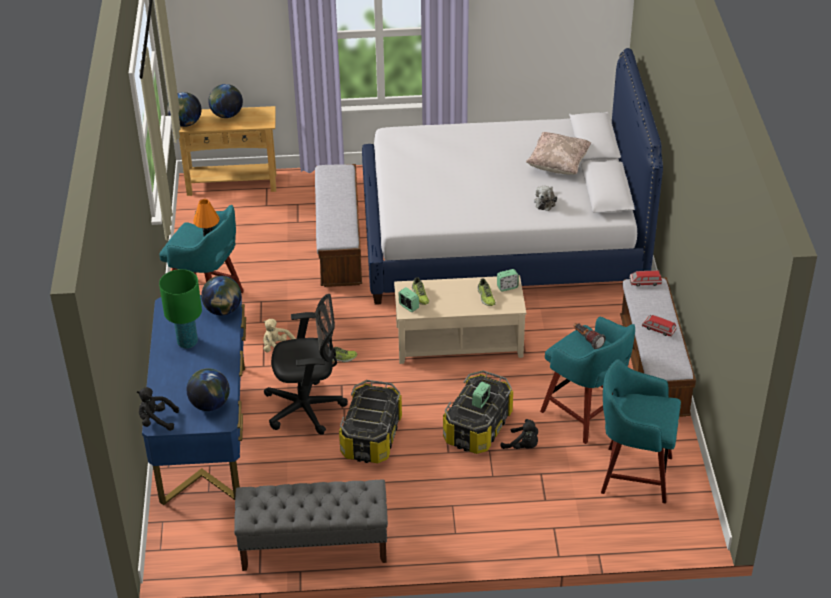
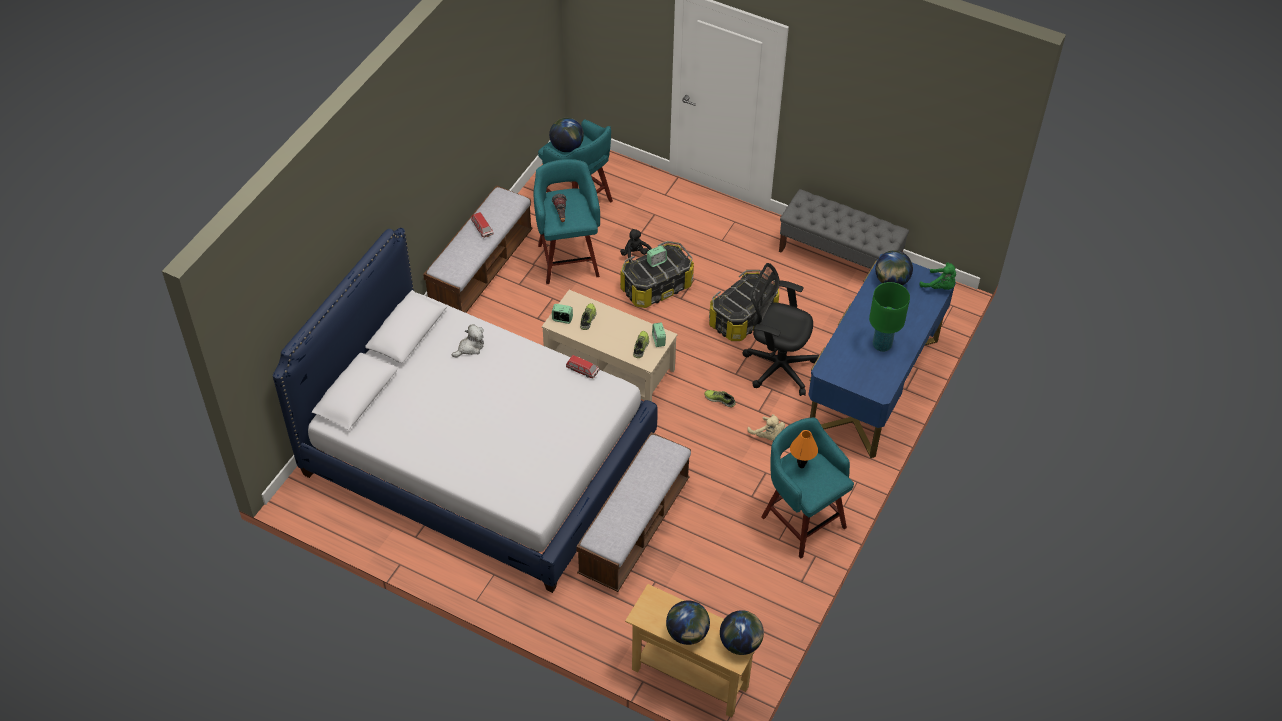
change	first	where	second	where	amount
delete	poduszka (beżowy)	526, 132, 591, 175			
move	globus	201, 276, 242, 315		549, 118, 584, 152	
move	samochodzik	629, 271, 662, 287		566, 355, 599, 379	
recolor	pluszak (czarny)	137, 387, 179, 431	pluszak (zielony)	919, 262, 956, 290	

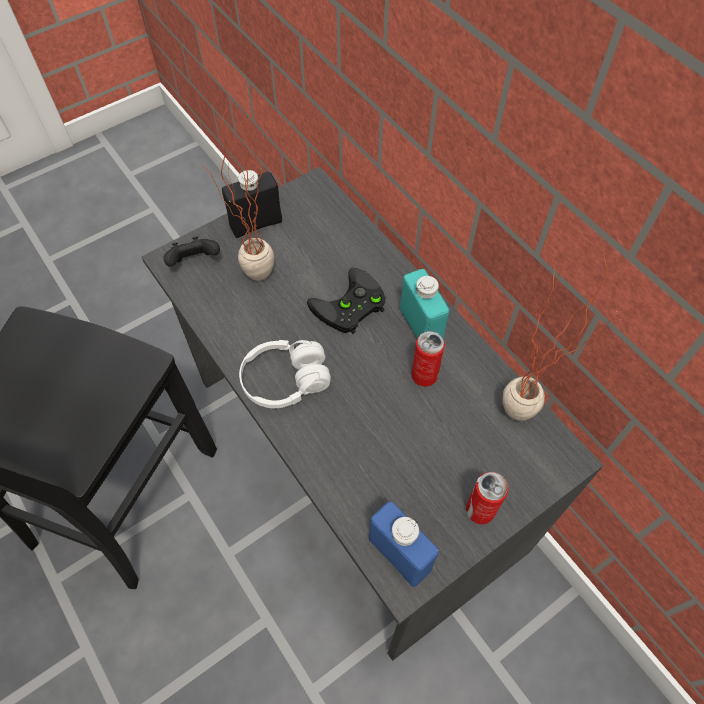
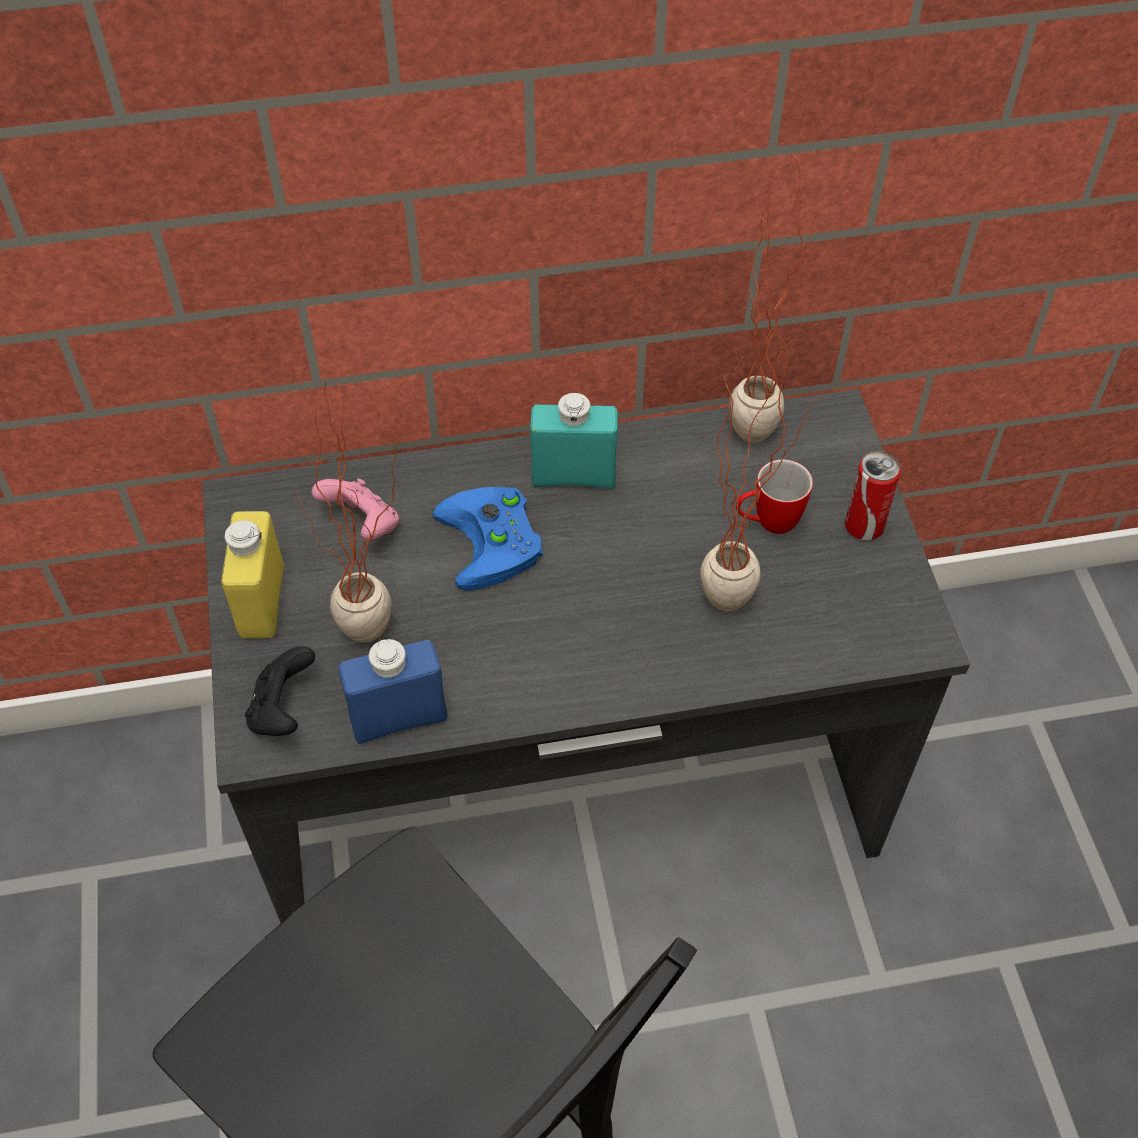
change	first	where	second	where	amount
delete	słuchawki (biały)	239, 340, 331, 408			
delete	puszka	411, 331, 445, 387			
insert			pad do gier (różowy)	312, 479, 399, 540	
insert			roślina doniczkowa	700, 329, 824, 611	
insert			kubek	736, 459, 813, 534	
move	butelka (niebieski)	369, 502, 439, 587		339, 638, 447, 744	
recolor	butelka (czarny)	222, 170, 282, 238	butelka (żółty)	221, 511, 284, 638	
recolor	pad do gier (czarny)	307, 268, 386, 334	pad do gier (niebieski)	432, 487, 543, 591	

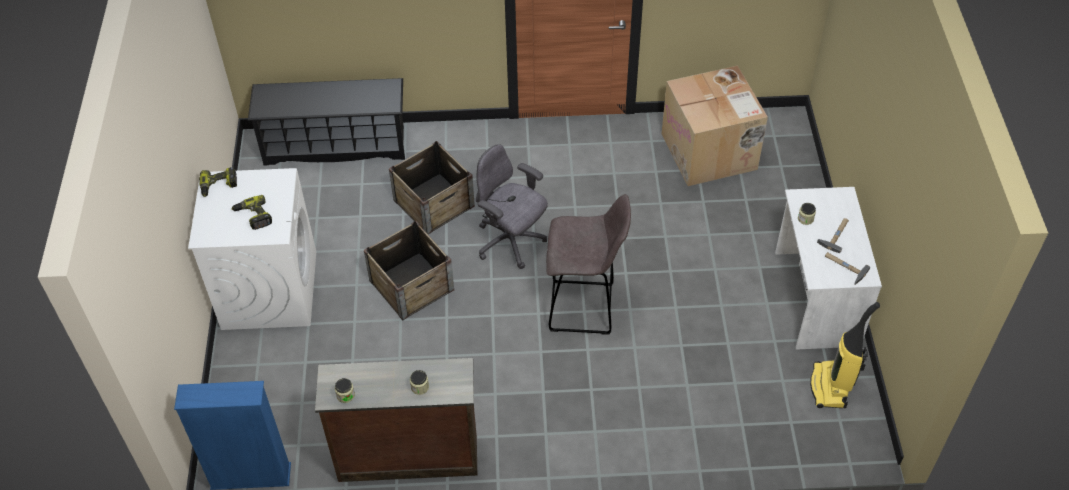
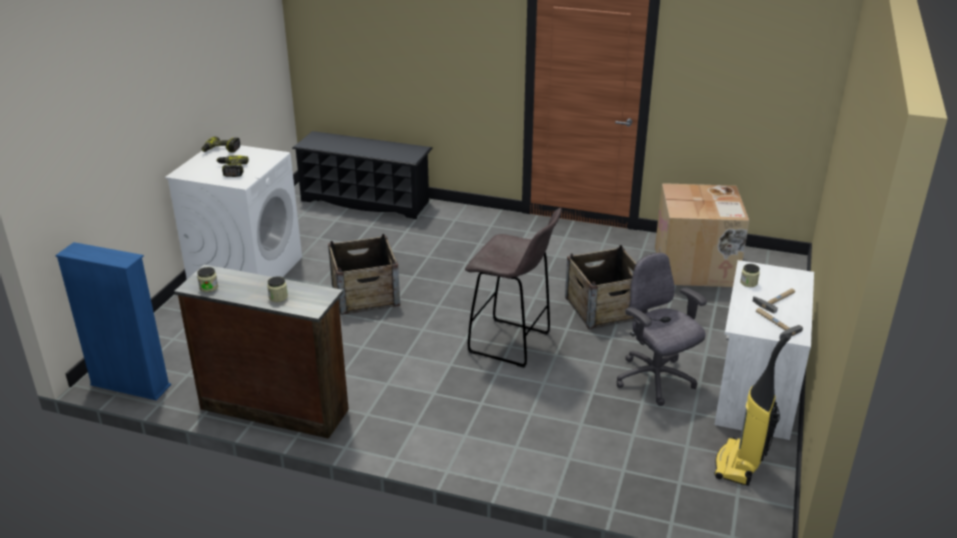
change	first	where	second	where	amount
move	skrzynka	389, 141, 475, 234		565, 245, 636, 329	
move	krzesło biurowe (szary)	476, 144, 548, 269		616, 253, 707, 406	

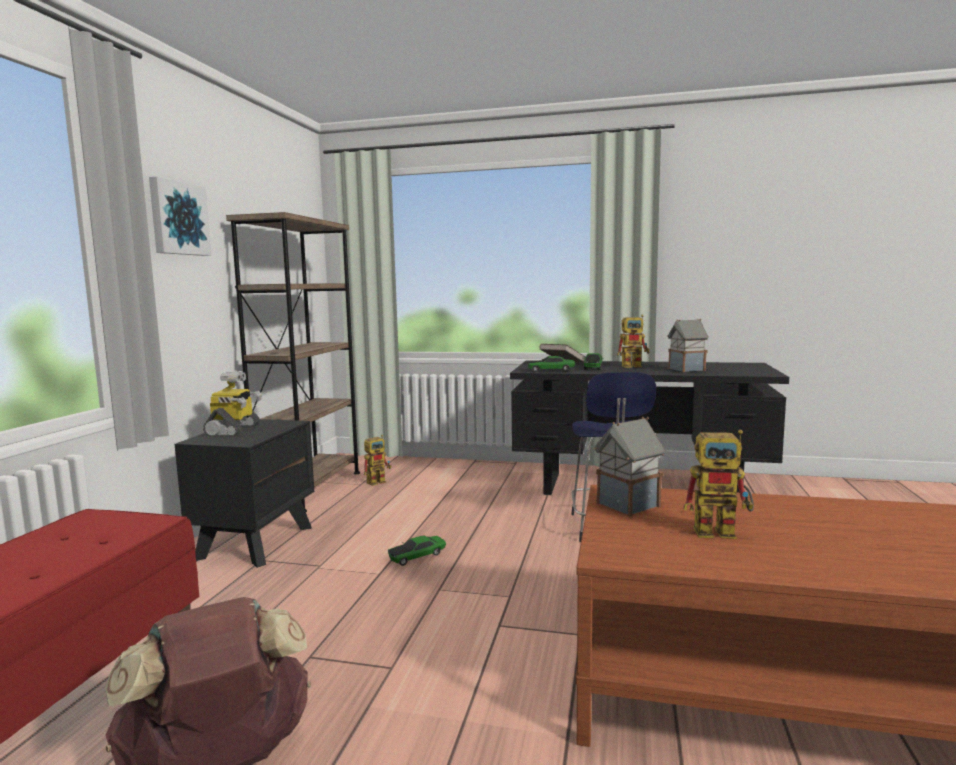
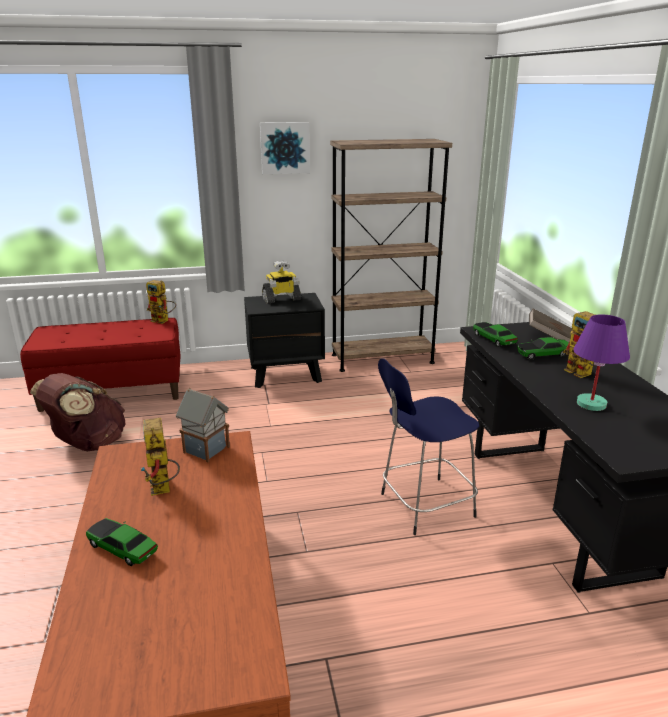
change	first	where	second	where	amount
move	robot zabawkowy	364, 435, 391, 486		146, 280, 176, 324	
move	samochodzik	388, 536, 446, 566		86, 518, 158, 566	
replace	domek	667, 319, 709, 372	lampa stołowa (fioletowy)	573, 314, 630, 411	

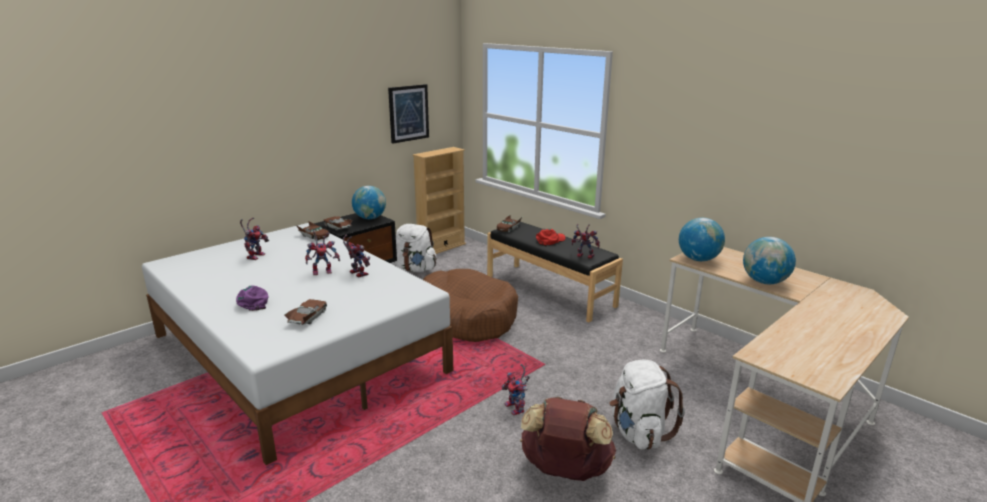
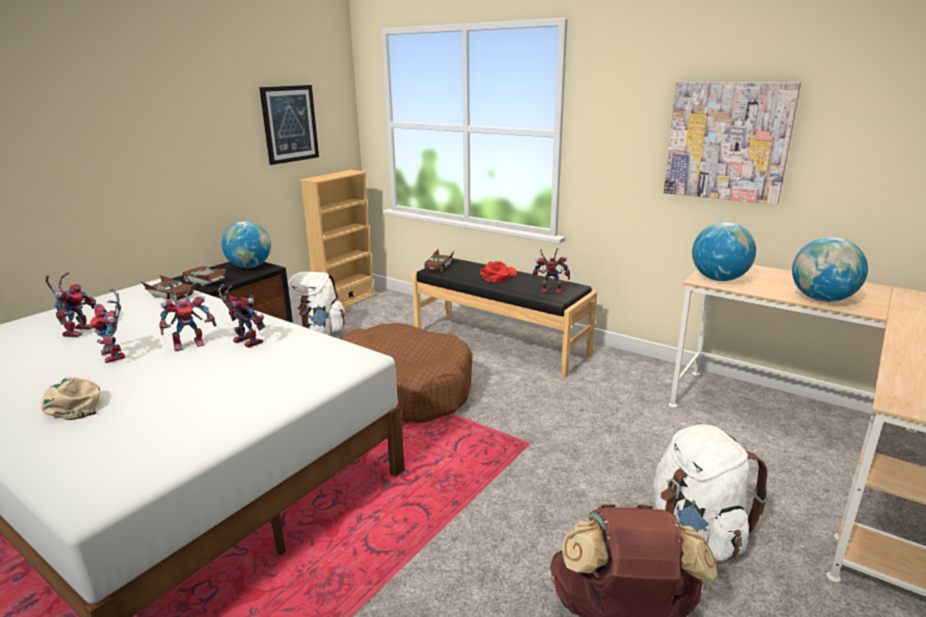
change	first	where	second	where	amount
delete	samochodzik (brązowy)	284, 299, 327, 325			
insert			obraz	664, 82, 801, 205	
move	robot zabawkowy	502, 364, 530, 415		90, 288, 125, 363	
recolor	czapka z daszkiem (fioletowy)	236, 285, 268, 311	czapka z daszkiem (beżowy)	41, 377, 100, 420	

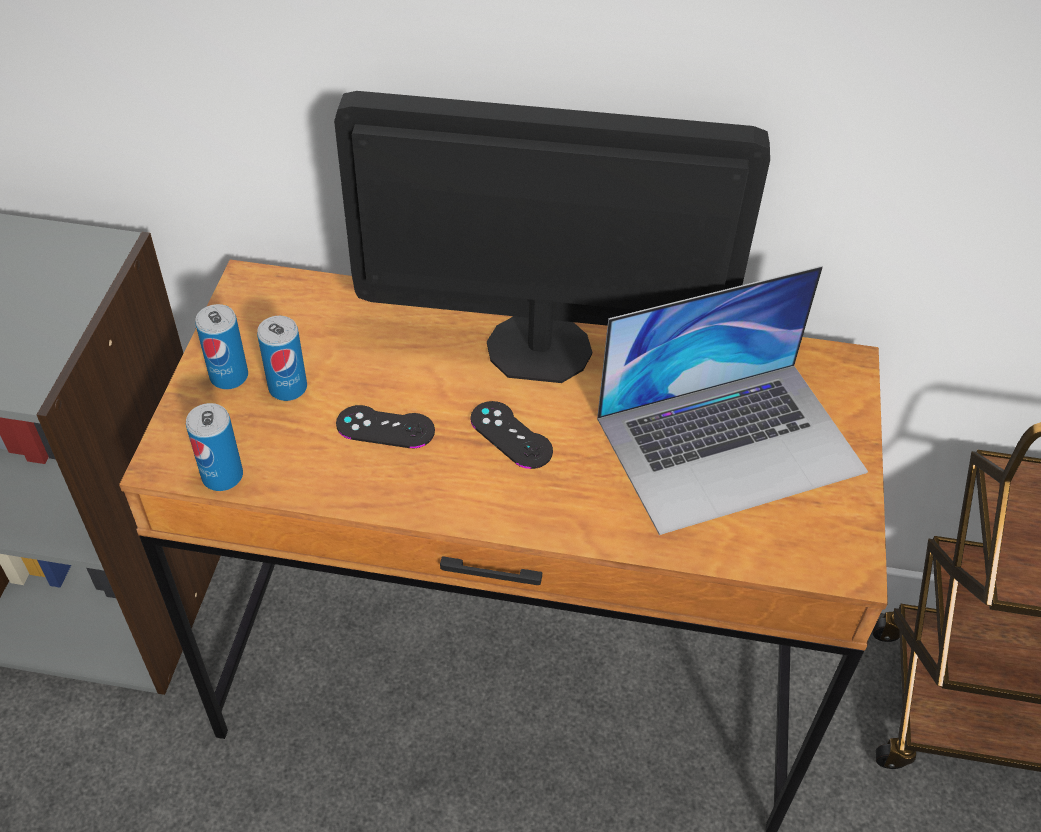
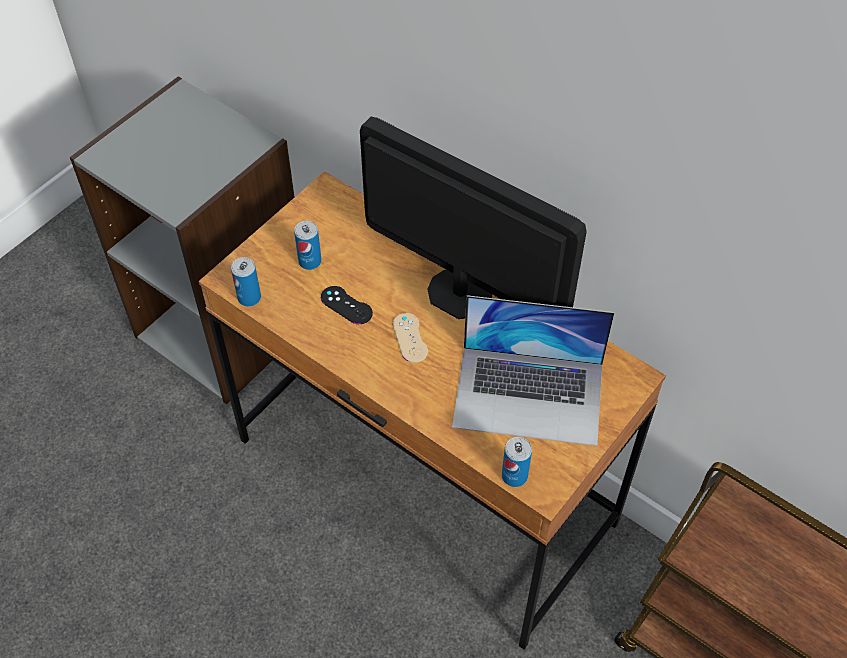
change	first	where	second	where	amount
move	puszka	195, 304, 248, 389		502, 437, 532, 487	
recolor	pad do gier (czarny)	470, 401, 553, 469	pad do gier (beżowy)	393, 313, 428, 363	

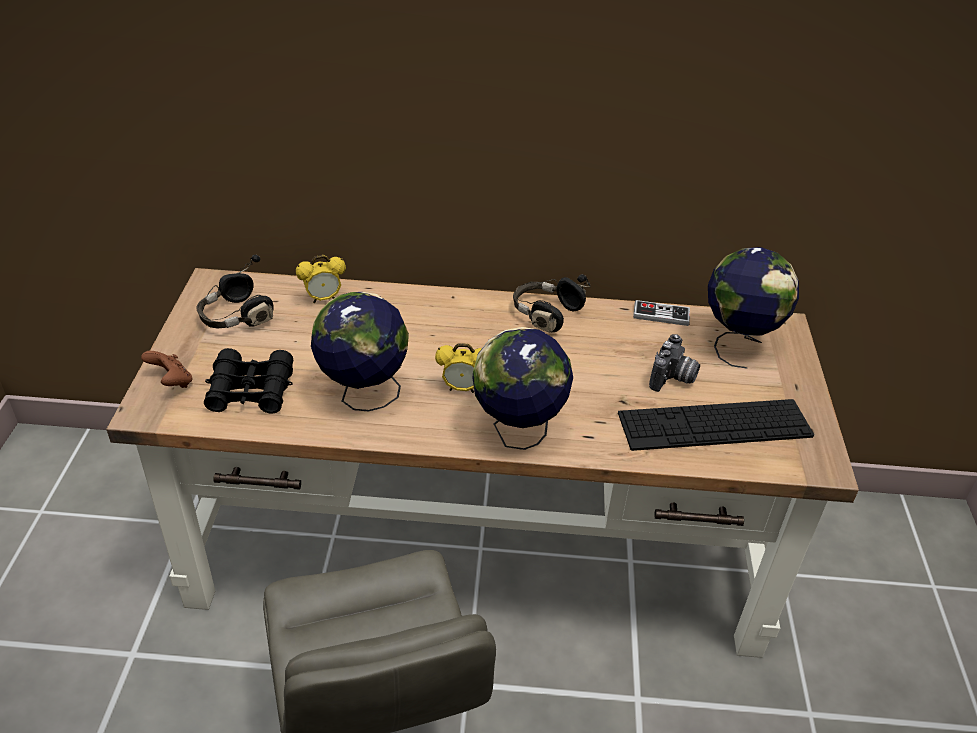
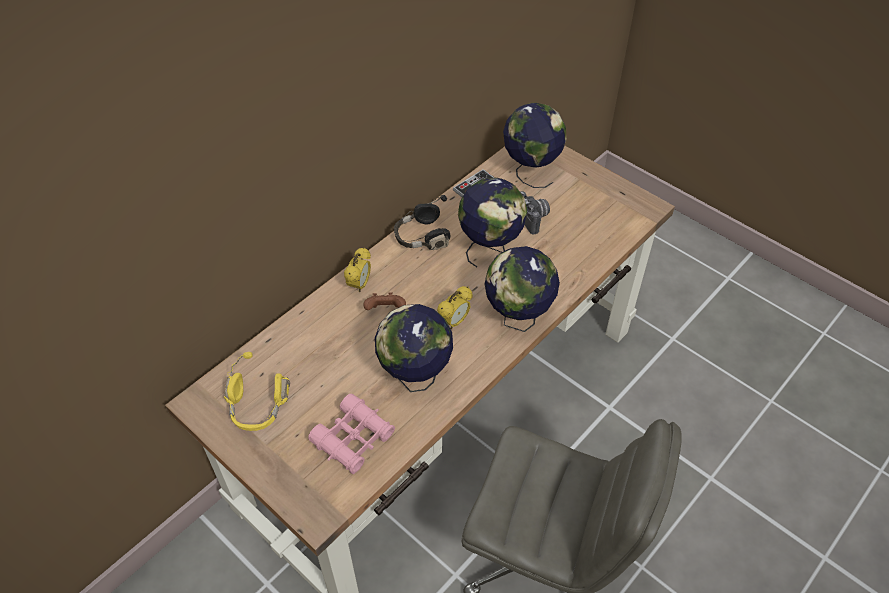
change	first	where	second	where	amount
delete	klawiatura	618, 399, 814, 451			
insert			globus	458, 178, 527, 267	
move	pad do gier (brązowy)	141, 351, 193, 388		363, 292, 406, 310	
move	budzik	296, 255, 346, 303		344, 247, 371, 292	
recolor	słuchawki (czarny)	196, 255, 274, 329	słuchawki (żółty)	224, 352, 290, 431	
recolor	lornetka (czarny)	204, 348, 293, 414	lornetka (różowy)	308, 394, 395, 474	

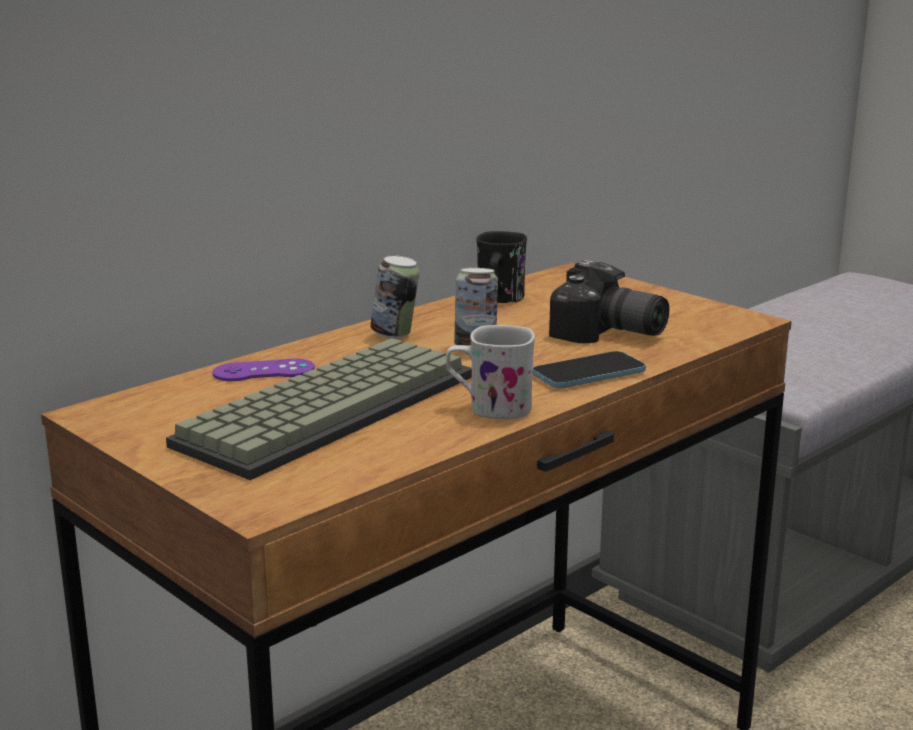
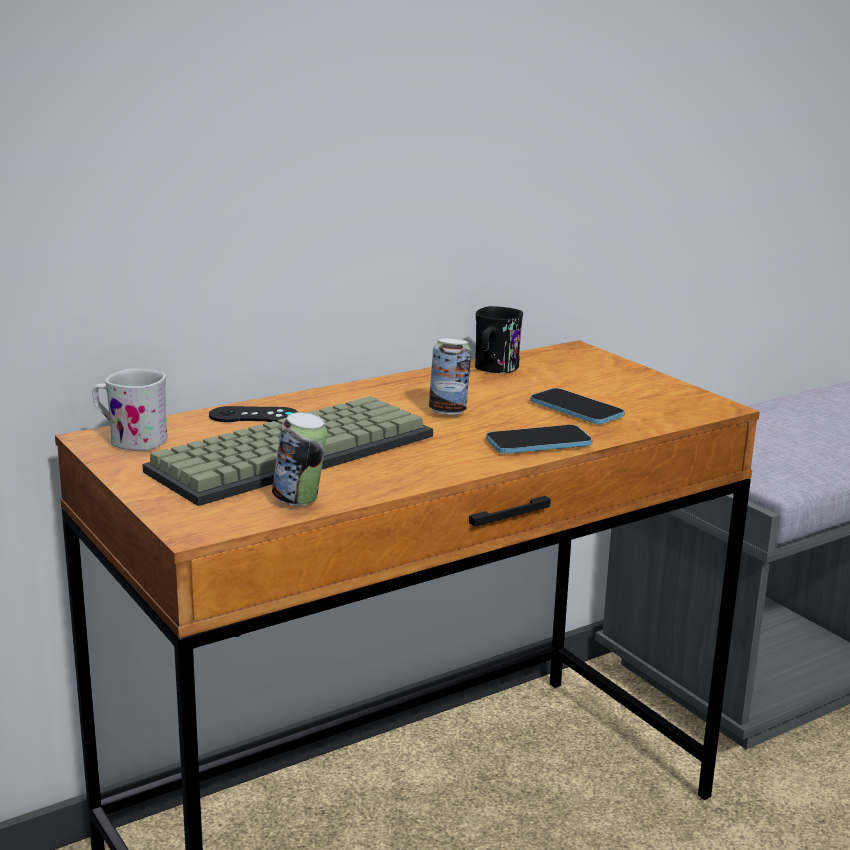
change	first	where	second	where	amount
move	puszka	370, 255, 419, 339		272, 412, 327, 506	
move	kubek (biały)	446, 325, 535, 419		92, 369, 168, 451	
replace	aparat fotograficzny	549, 260, 669, 343	telefon	530, 388, 625, 424	
recolor	pad do gier (fioletowy)	212, 359, 315, 381	pad do gier (czarny)	209, 406, 298, 422	

